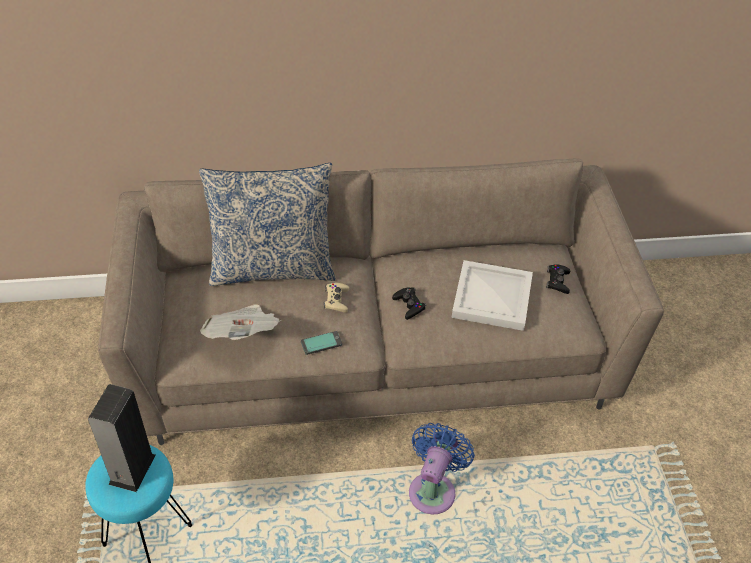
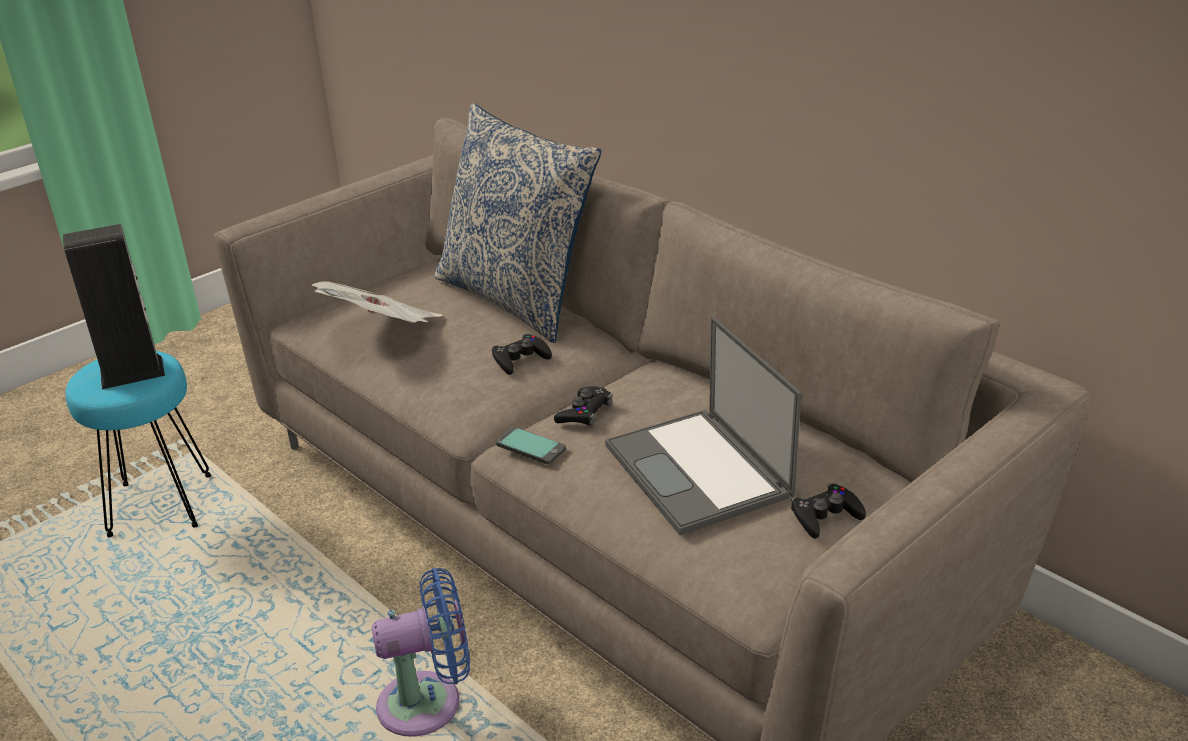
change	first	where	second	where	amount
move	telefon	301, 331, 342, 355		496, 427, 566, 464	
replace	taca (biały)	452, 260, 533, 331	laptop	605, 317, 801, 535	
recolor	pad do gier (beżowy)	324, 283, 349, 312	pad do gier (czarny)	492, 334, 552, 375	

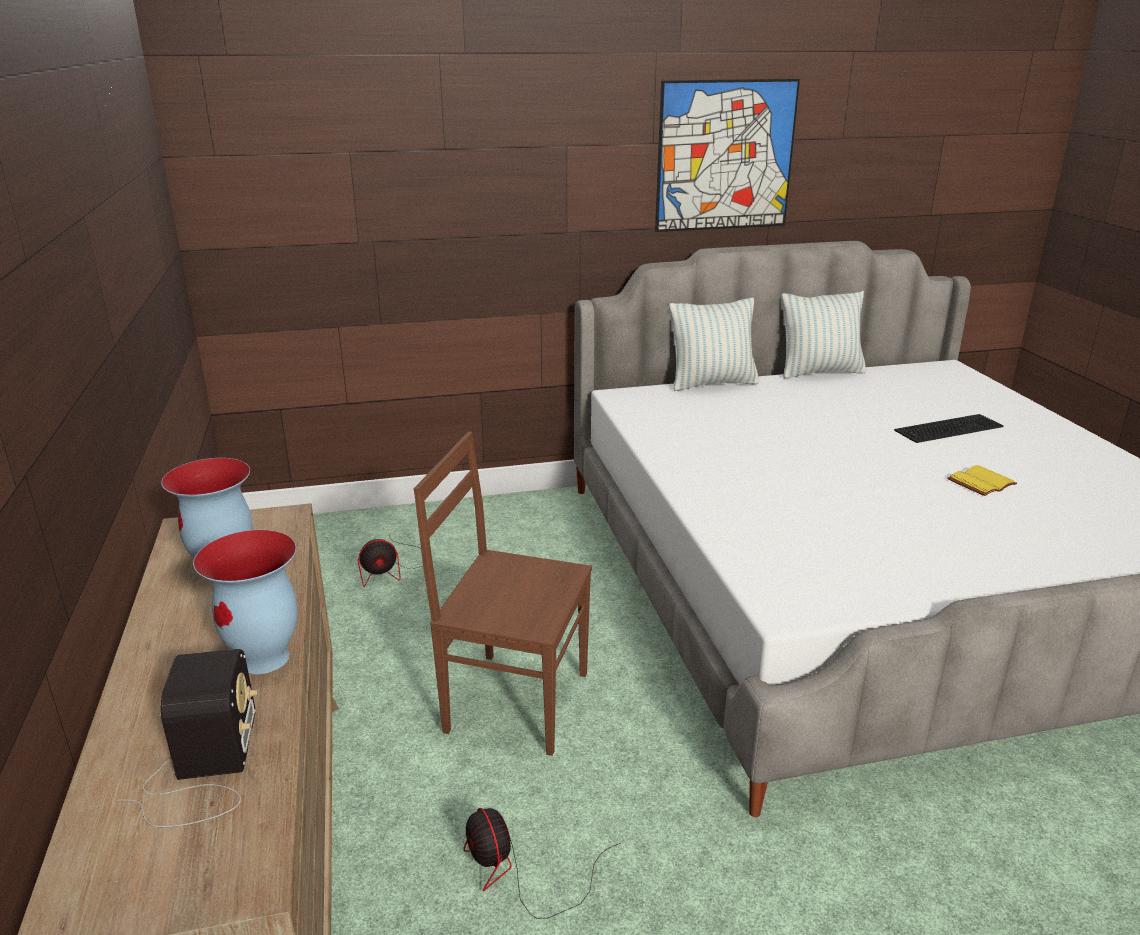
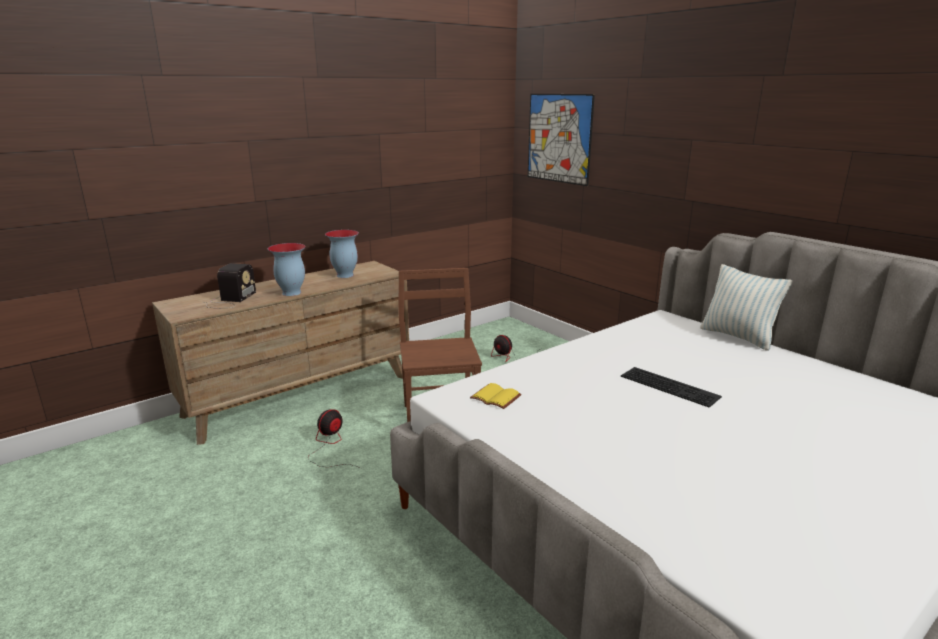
change	first	where	second	where	amount
delete	poduszka	781, 291, 866, 378			
move	obraz	655, 79, 800, 232		528, 94, 595, 186	
move	klawiatura	894, 414, 1003, 443		621, 367, 722, 408	
move	książka (żółty)	947, 465, 1017, 496		470, 383, 521, 409	
rotate	radio	118, 649, 258, 827		205, 263, 256, 308	45 degrees counterclockwise

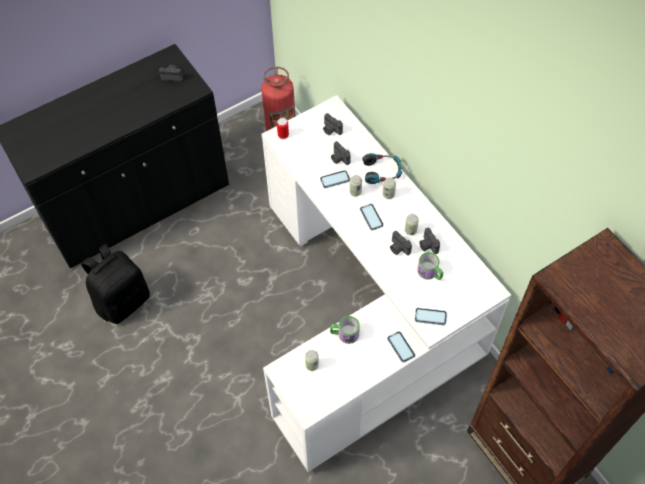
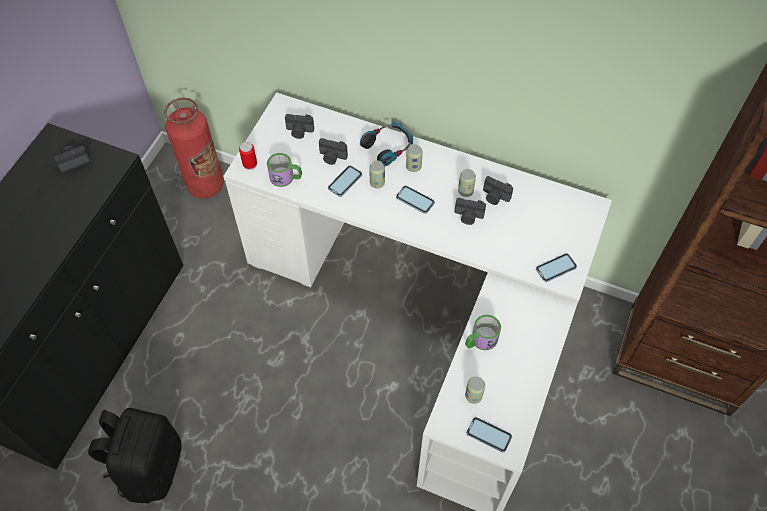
change	first	where	second	where	amount
move	telefon	387, 331, 415, 363		467, 417, 512, 453	
move	kubek	417, 252, 443, 280		267, 153, 302, 187	

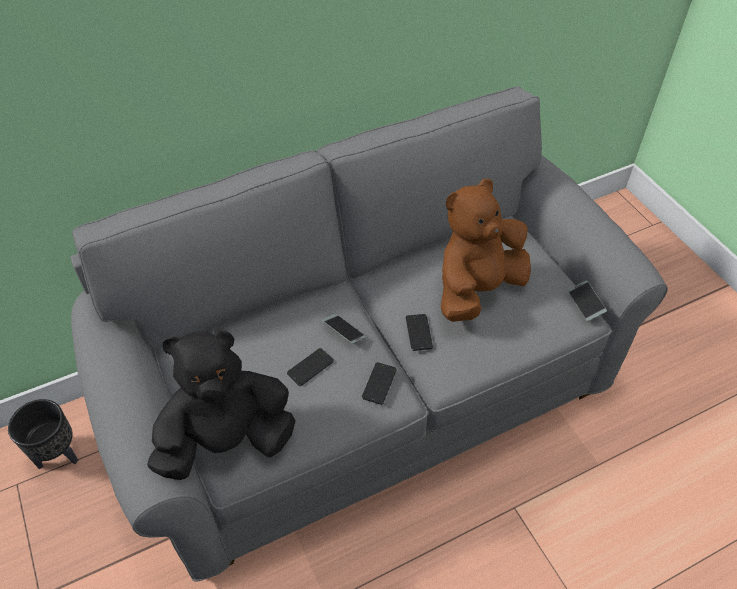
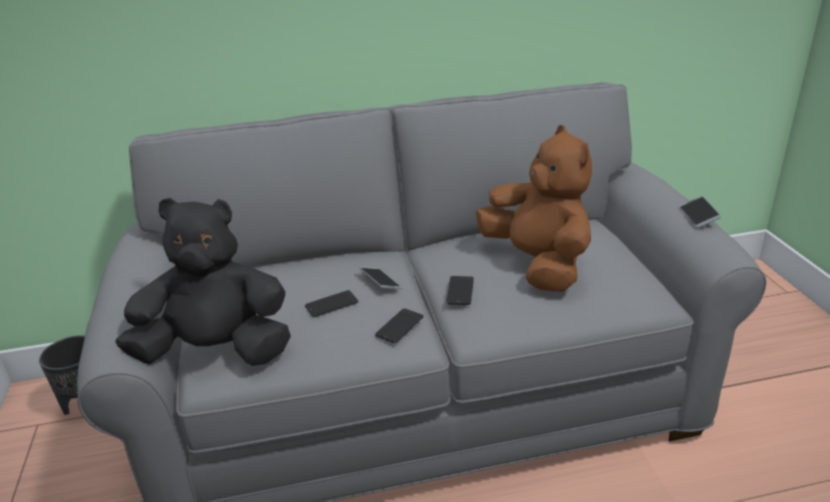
change	first	where	second	where	amount
move	telefon	568, 280, 607, 321		680, 196, 721, 228	
rotate	pluszak (brązowy)	441, 179, 531, 322		476, 125, 592, 292	90 degrees clockwise

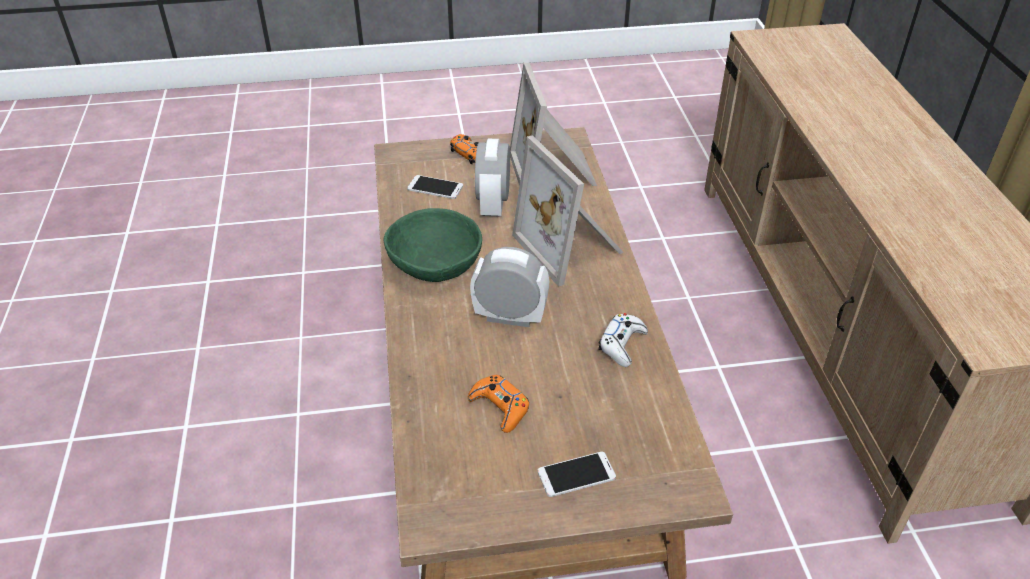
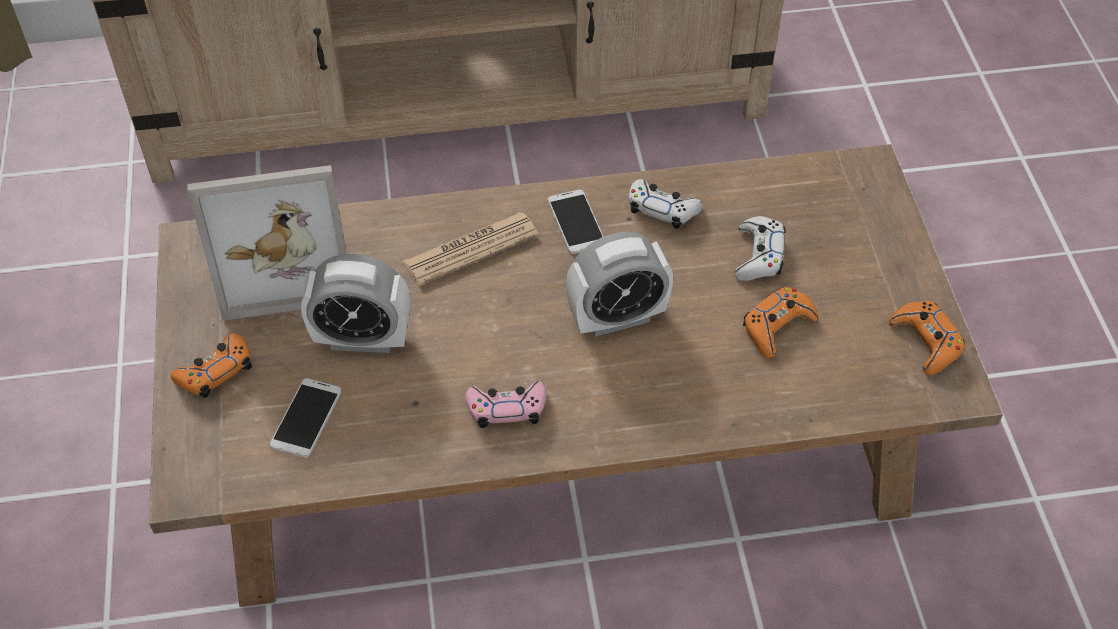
change	first	where	second	where	amount
insert			pad do gier (biały)	735, 216, 786, 281	
insert			pad do gier (pomarańczowy)	889, 301, 965, 375	
move	telefon	538, 452, 616, 497		548, 189, 604, 254	
replace	miska (zielony)	383, 208, 482, 282	pad do gier (różowy)	465, 381, 547, 428	
replace	ramka na zdjęcie	512, 135, 624, 287	gazeta	403, 212, 538, 286	
rotate	budzik	470, 247, 549, 327		566, 232, 673, 337	120 degrees counterclockwise

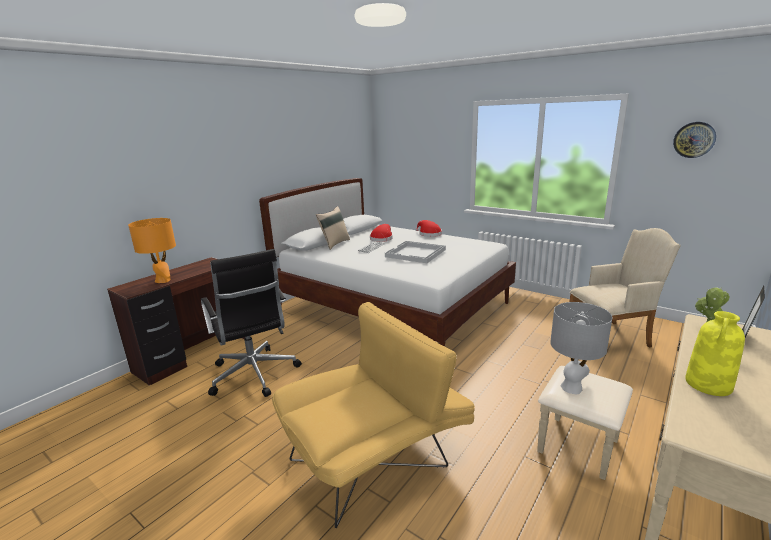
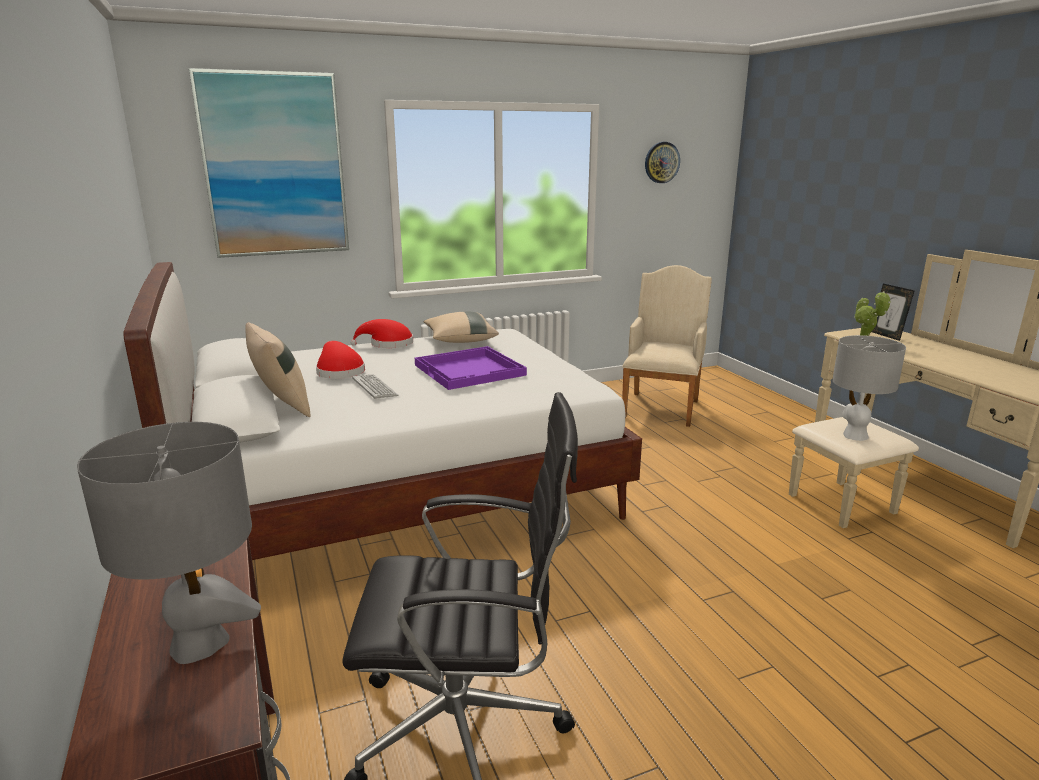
change	first	where	second	where	amount
delete	fotel (żółty)	272, 302, 475, 528			
delete	wazon (żółty)	685, 311, 745, 396			
insert			obraz	189, 68, 349, 258	
insert			poduszka (beżowy)	424, 312, 499, 343	
recolor	lampa stołowa (pomarańczowy)	128, 218, 176, 283	lampa stołowa (szary)	77, 422, 261, 664	
recolor	taca (biały)	385, 241, 446, 263	taca (fioletowy)	415, 346, 527, 390	

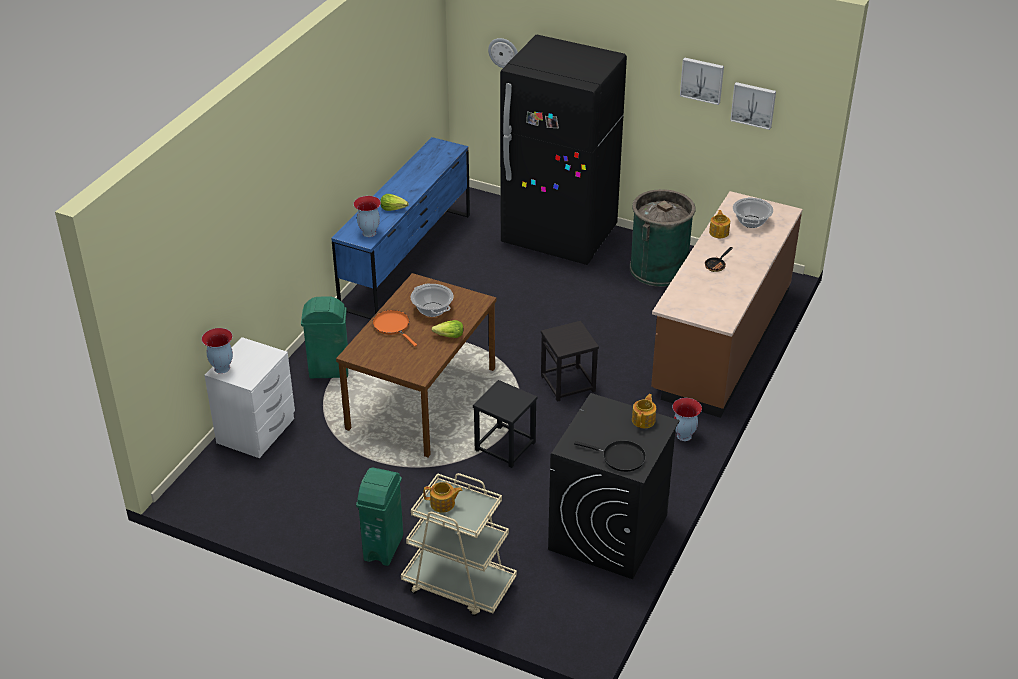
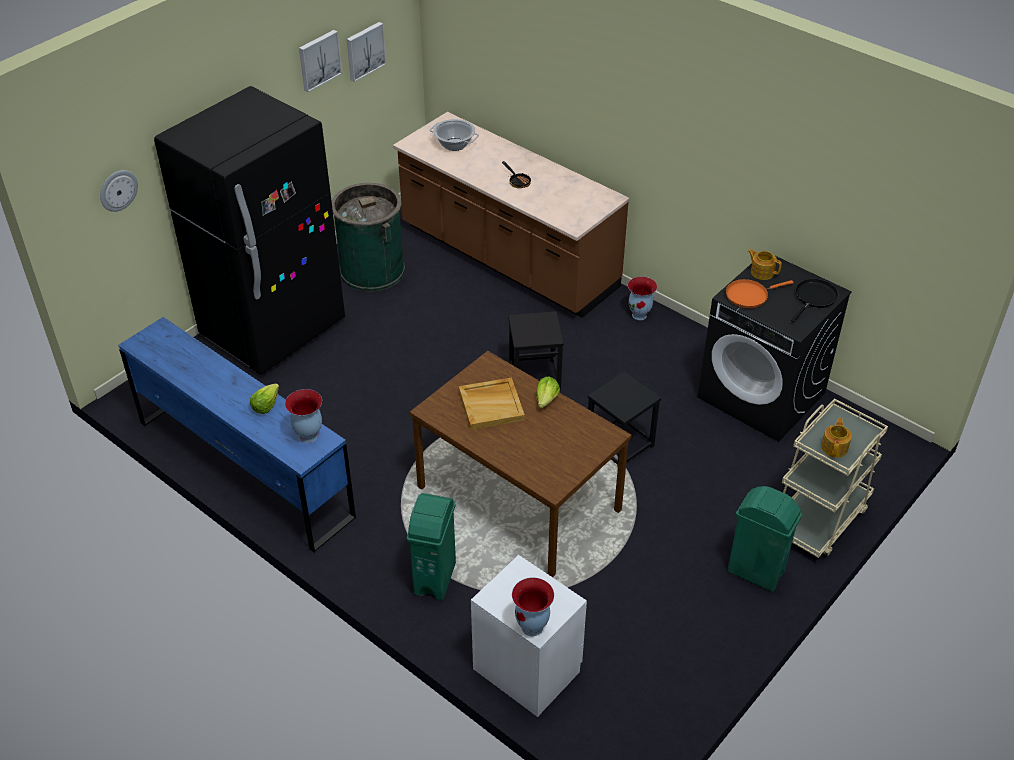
change	first	where	second	where	amount
delete	imbryk	709, 210, 730, 238			
move	patelnia (pomarańczowy)	372, 310, 417, 347		726, 279, 794, 308	
replace	garnek	411, 283, 453, 317	taca (beżowy)	459, 377, 525, 430	

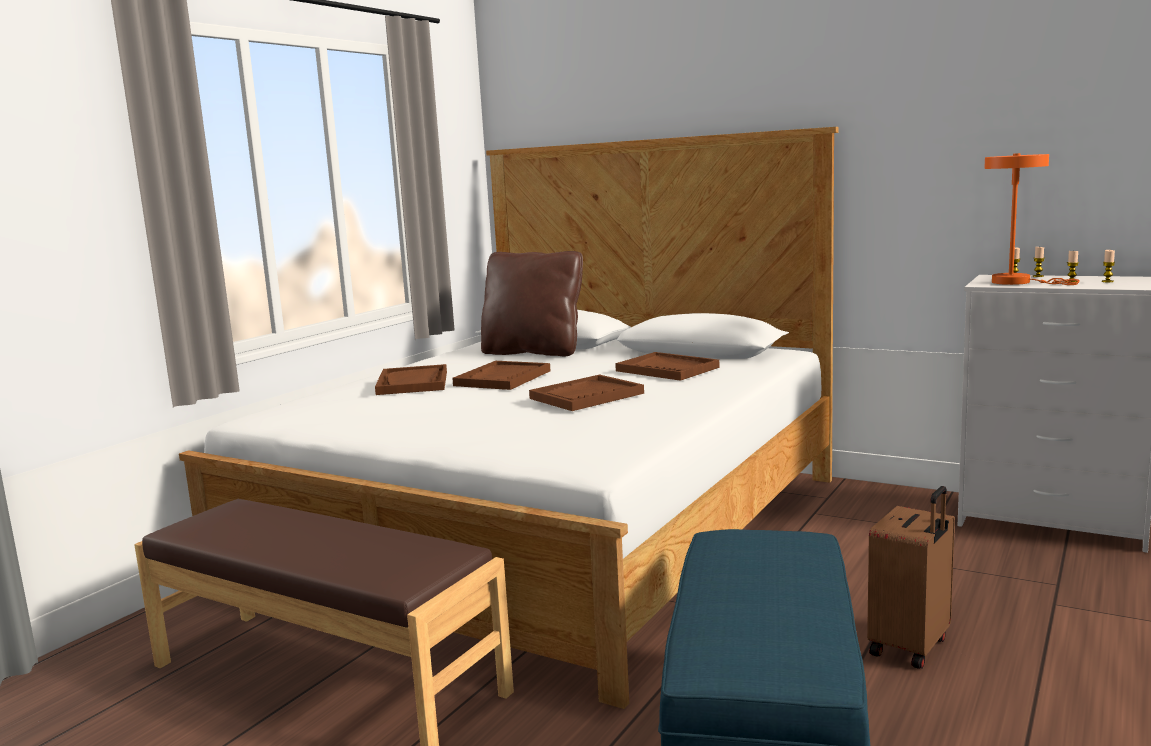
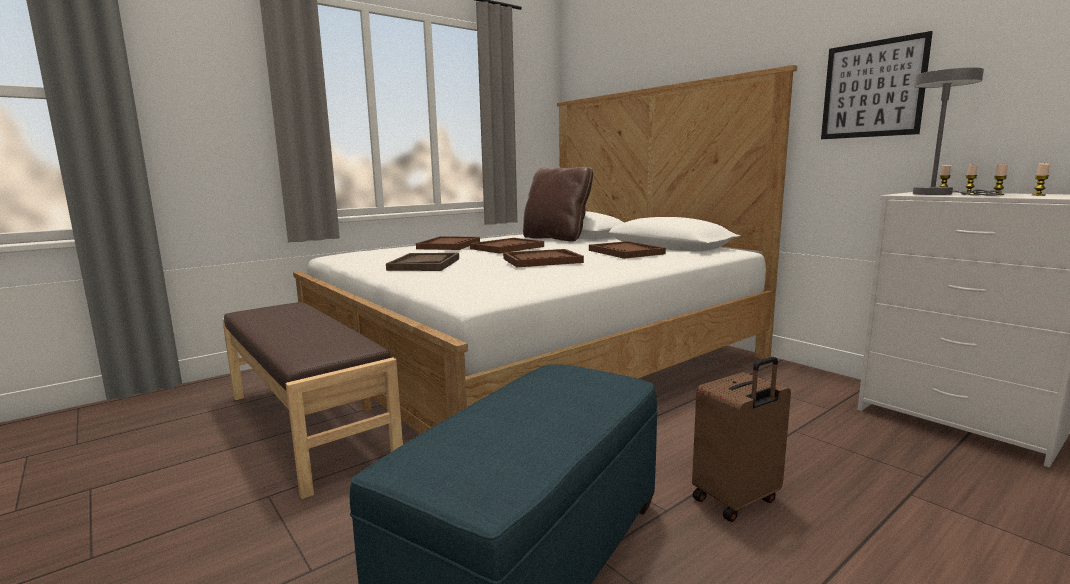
change	first	where	second	where	amount
insert			taca (brązowy)	386, 253, 459, 271	
insert			obraz	821, 31, 933, 139	
recolor	lampa stołowa (pomarańczowy)	984, 153, 1080, 285	lampa stołowa (szary)	913, 68, 1002, 196	

